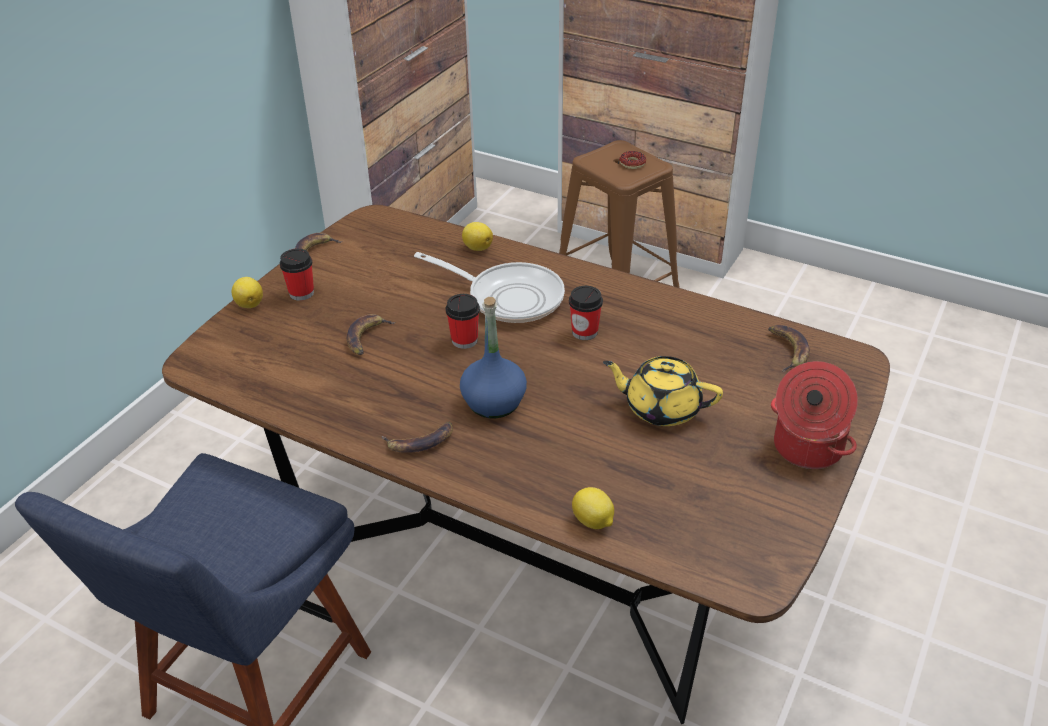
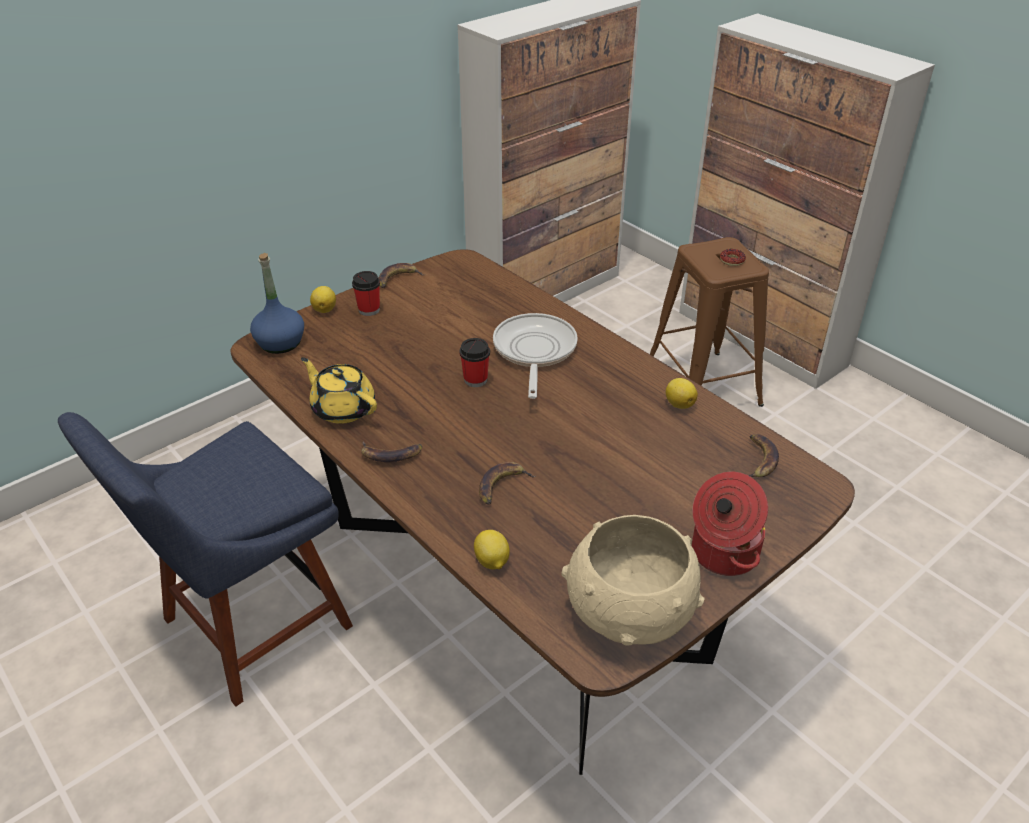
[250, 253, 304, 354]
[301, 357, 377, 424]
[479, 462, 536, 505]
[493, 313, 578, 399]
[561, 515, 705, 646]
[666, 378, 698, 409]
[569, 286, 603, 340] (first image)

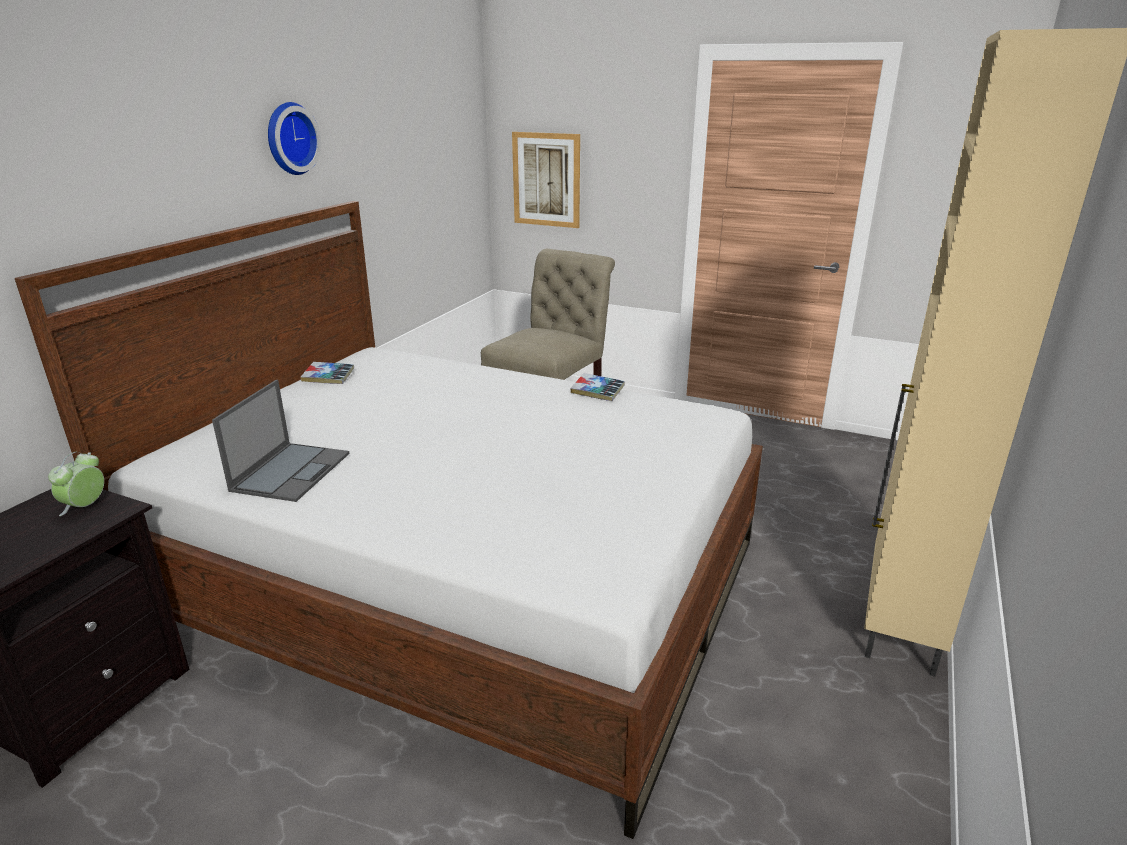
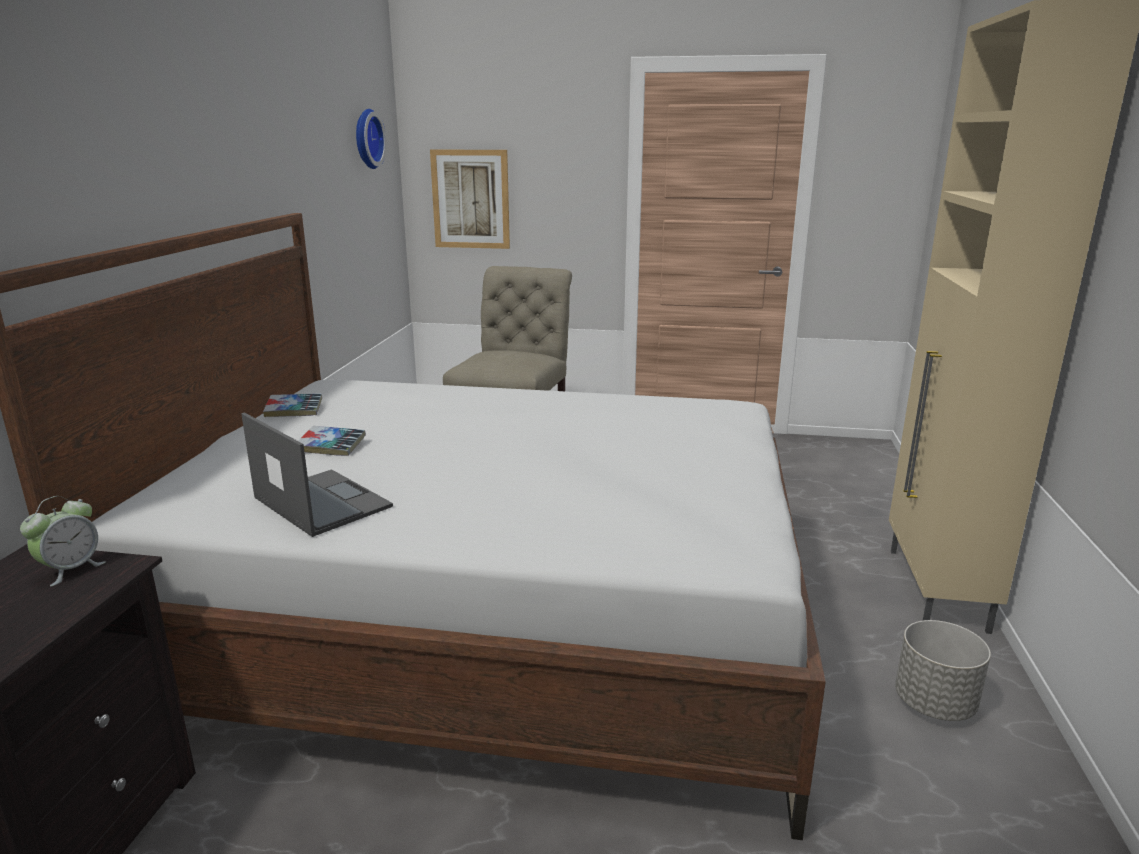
[20, 496, 106, 586]
[241, 412, 393, 537]
[298, 426, 366, 456]
[356, 109, 386, 169]
[895, 620, 991, 721]

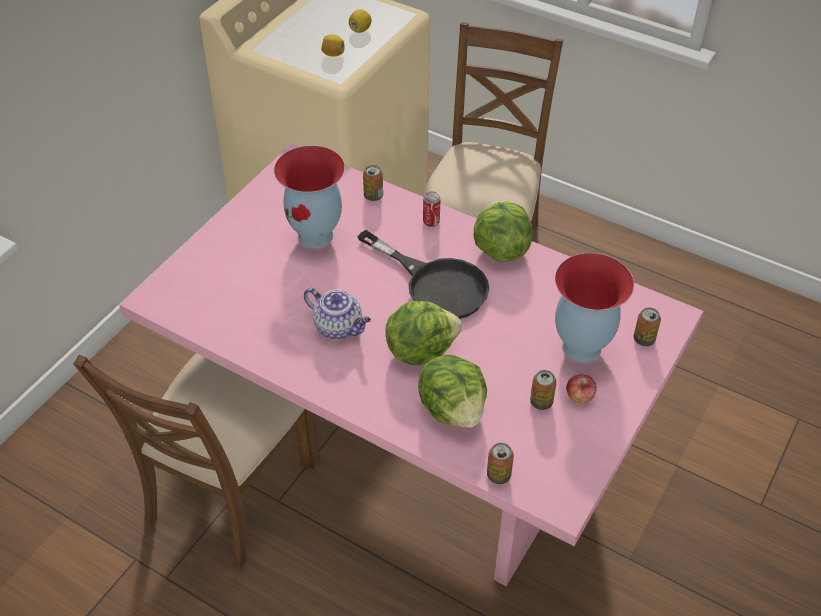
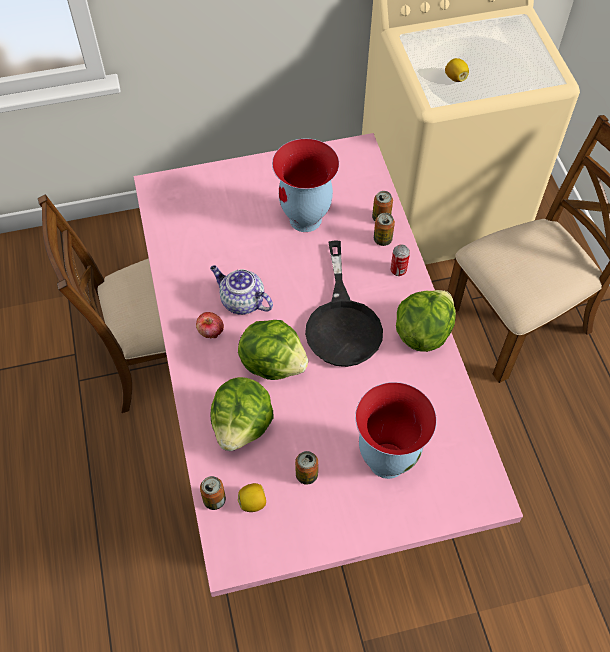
[196, 312, 224, 339]
[210, 265, 273, 315]
[238, 483, 266, 512]
[374, 213, 395, 246]

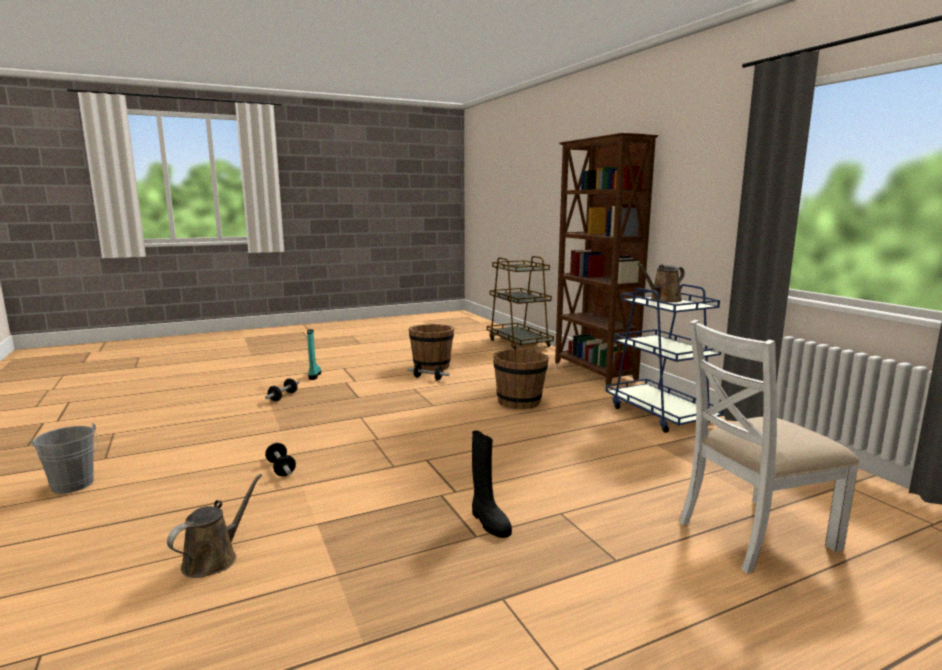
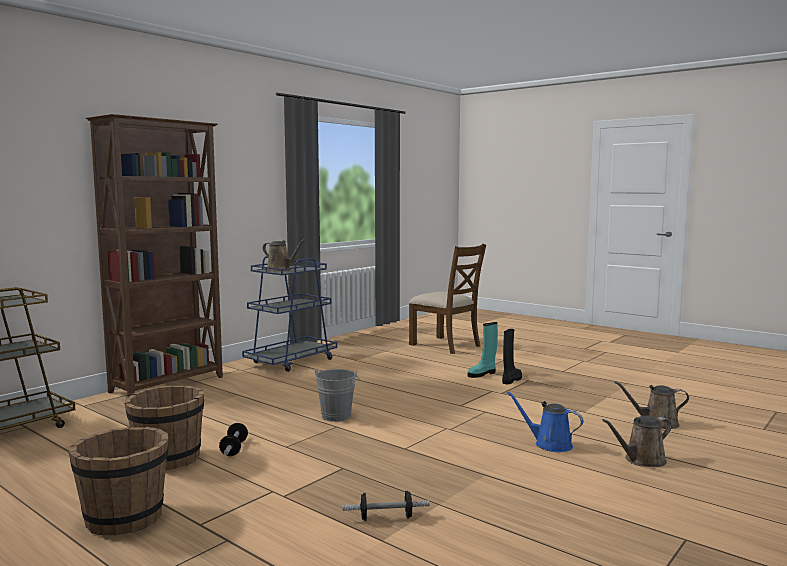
[69, 427, 168, 536]
[315, 369, 357, 422]
[409, 244, 486, 354]
[468, 322, 498, 378]
[507, 391, 584, 452]
[602, 416, 672, 467]

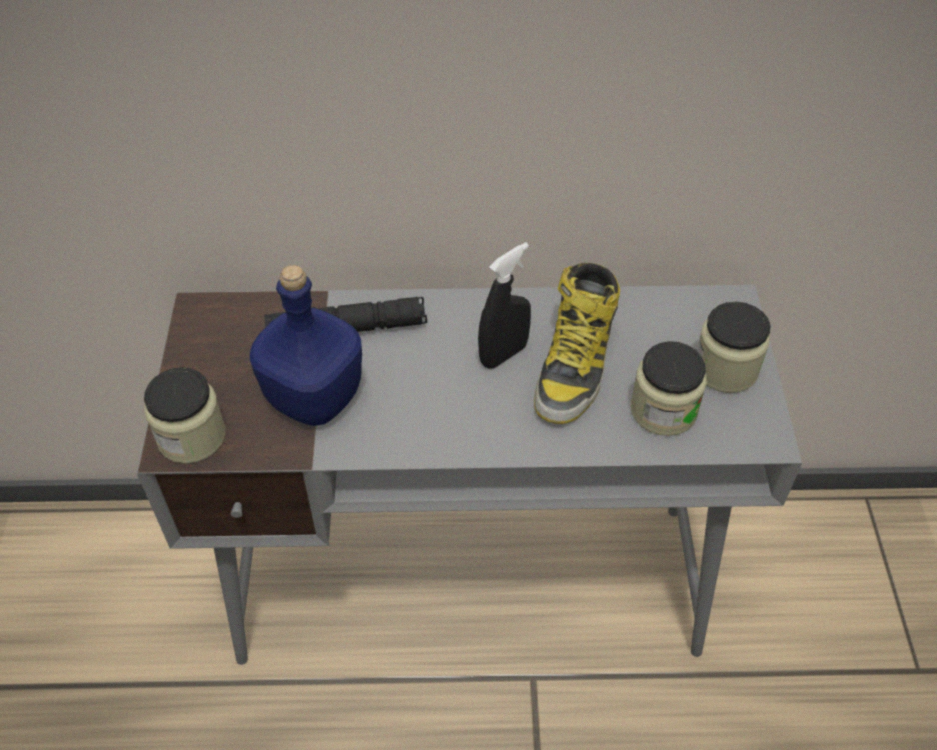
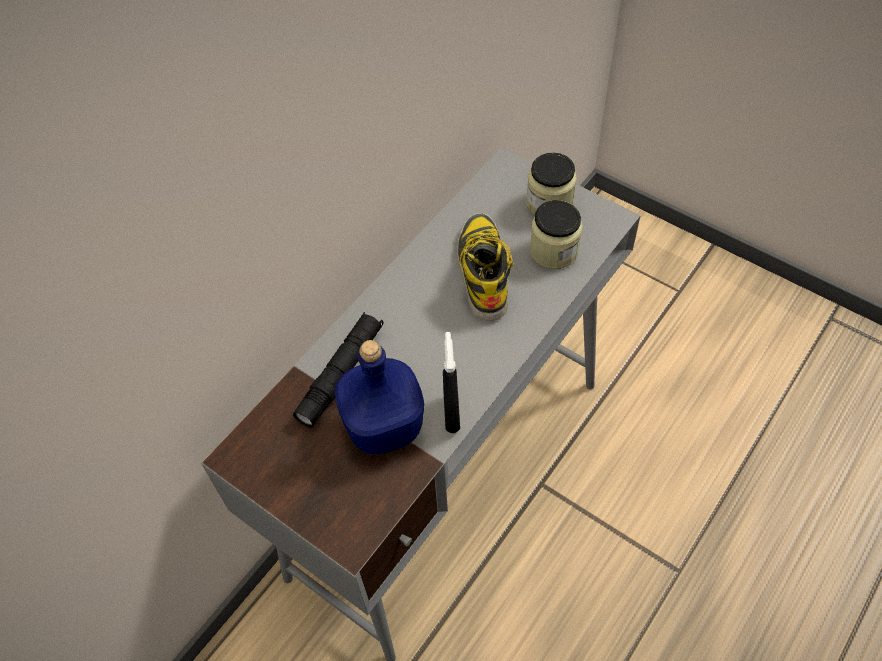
[443, 332, 460, 433]
[457, 213, 513, 321]
[144, 367, 226, 464] (first image)

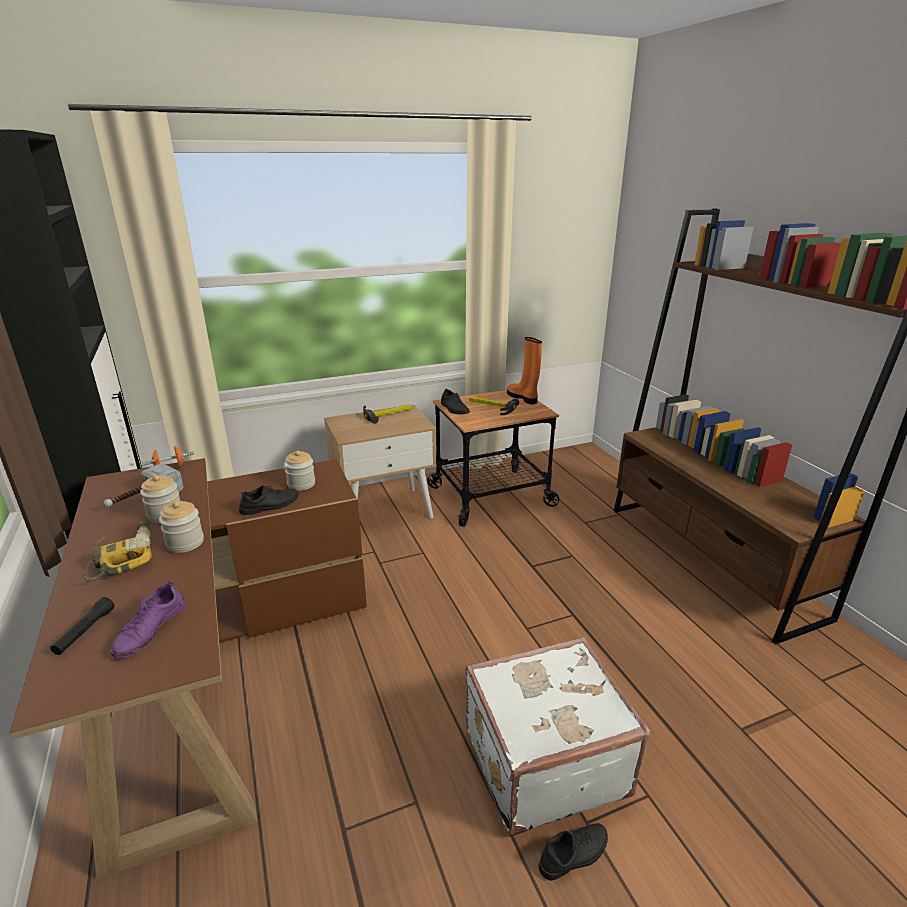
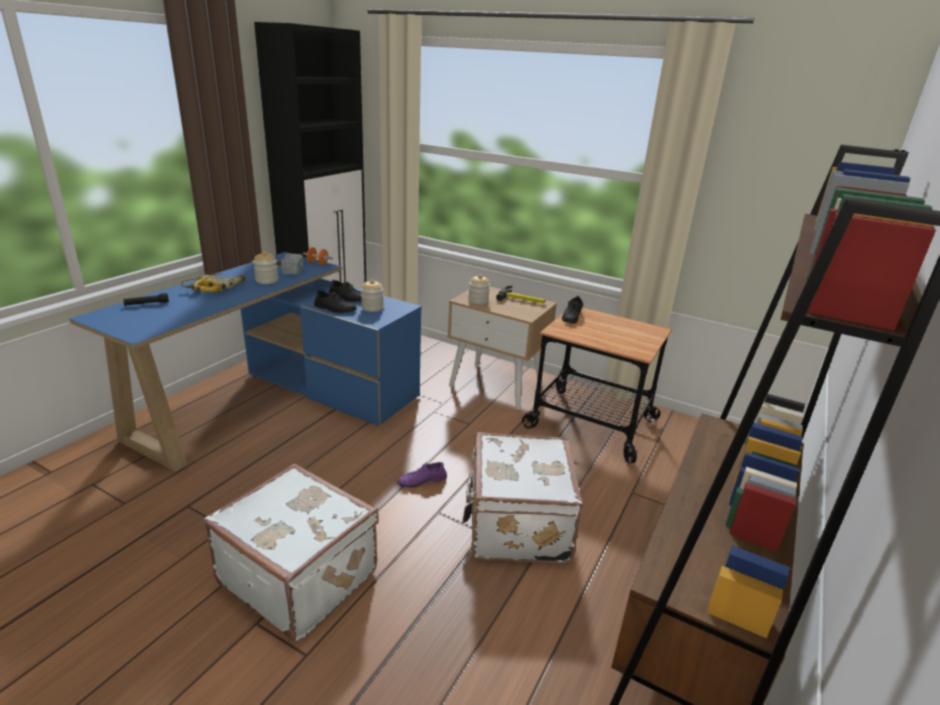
[69, 252, 422, 472]
[329, 280, 361, 302]
[397, 462, 447, 488]
[463, 432, 583, 564]
[468, 275, 490, 305]
[469, 397, 519, 415] (first image)
[507, 337, 542, 404] (first image)

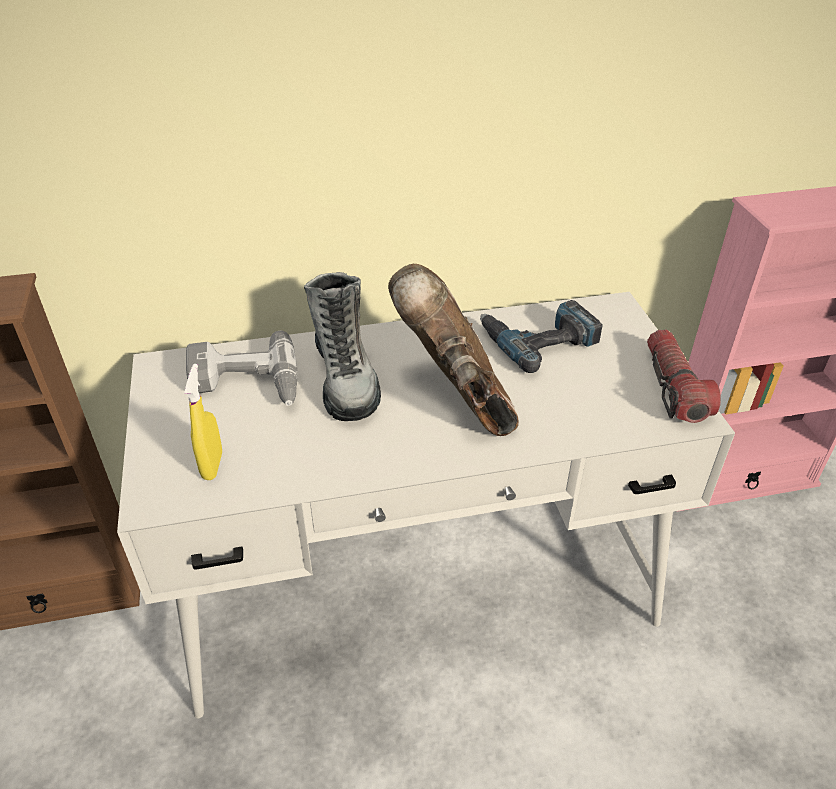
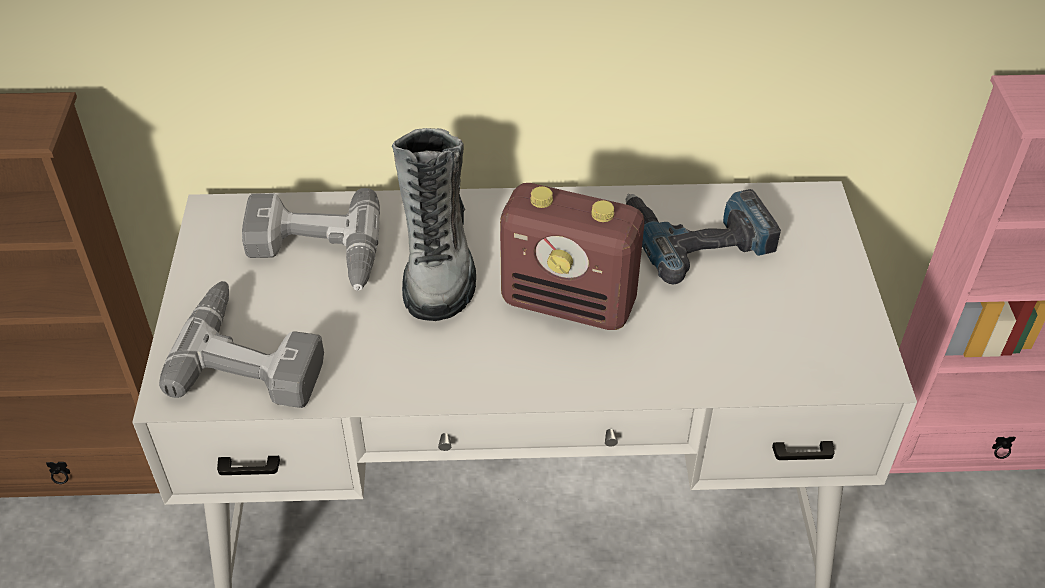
[159, 281, 324, 408]
[500, 183, 644, 330]
[647, 329, 721, 423] (first image)

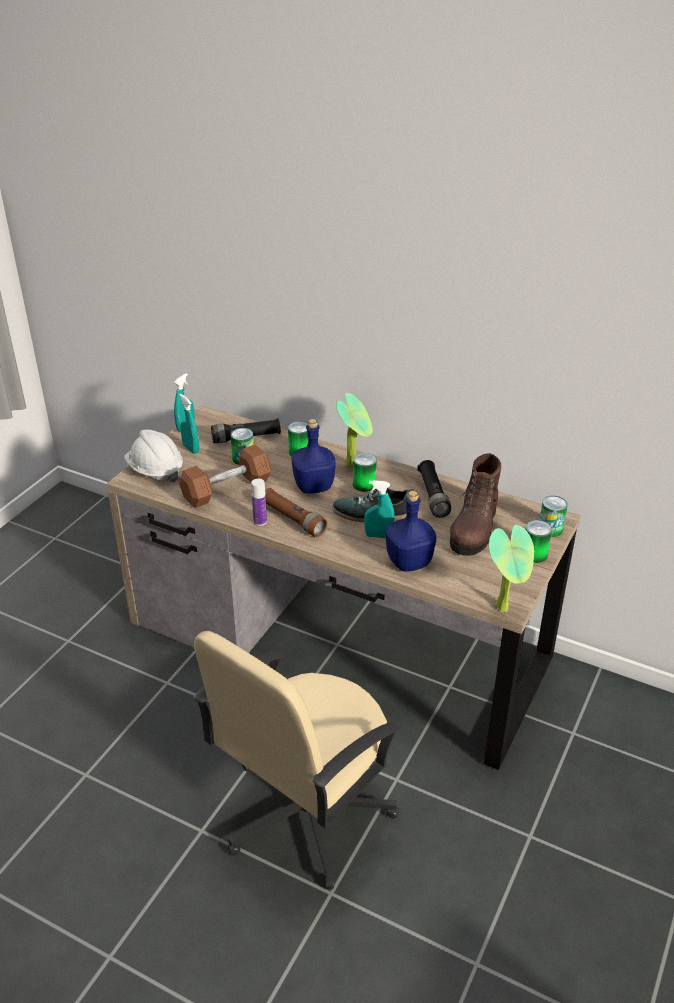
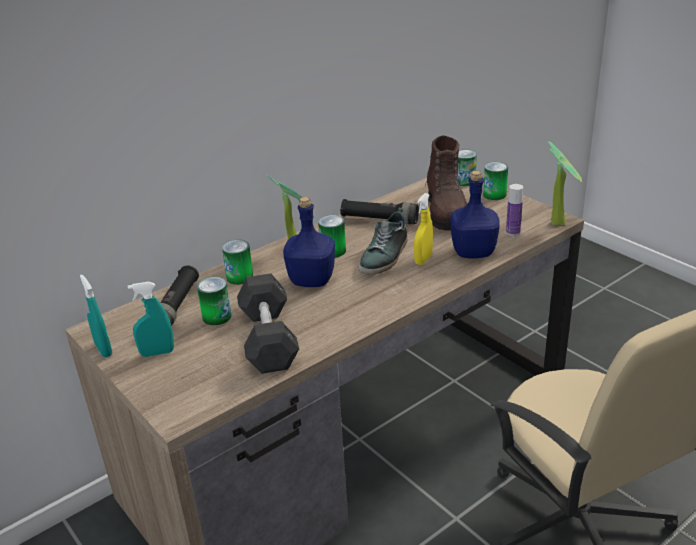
[237, 273, 299, 374]
[414, 193, 433, 265]
[425, 135, 467, 231]
[506, 184, 523, 236]
[124, 430, 183, 482] (first image)
[265, 488, 327, 537] (first image)

